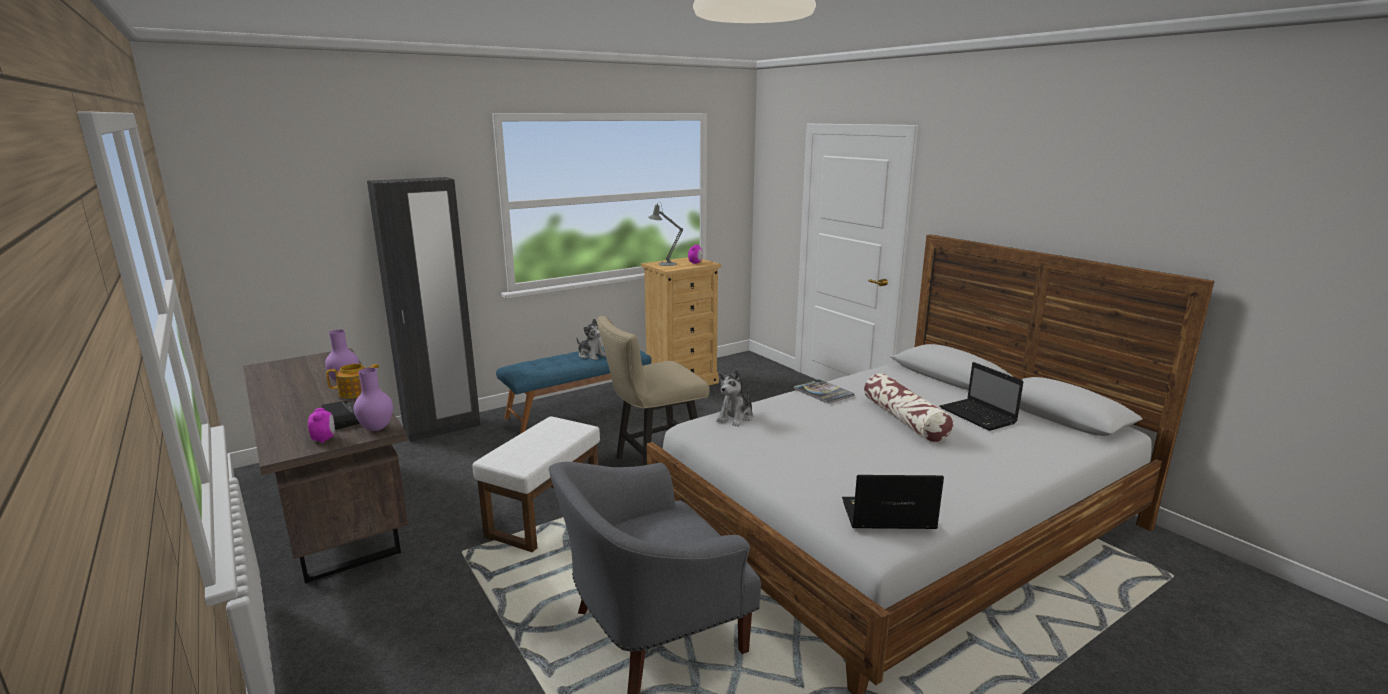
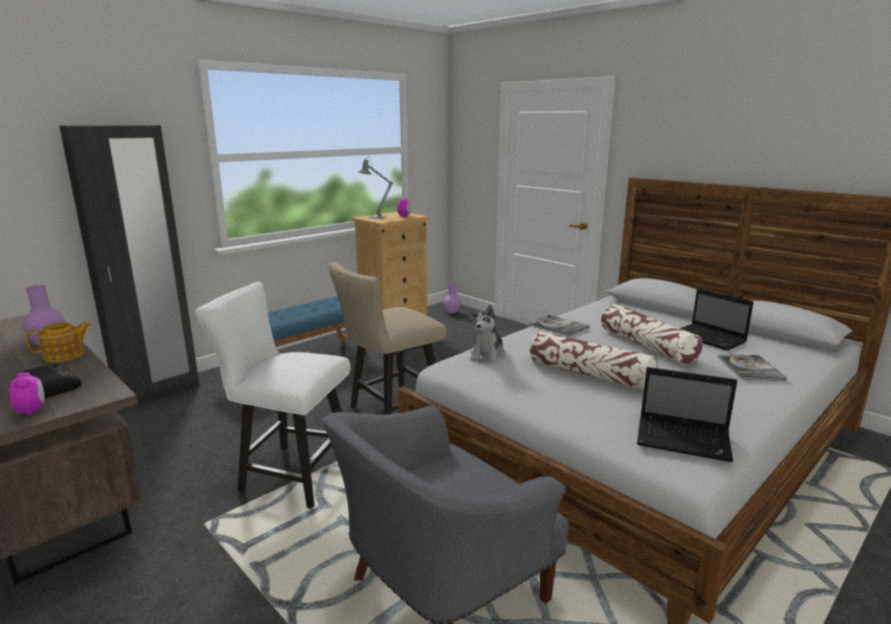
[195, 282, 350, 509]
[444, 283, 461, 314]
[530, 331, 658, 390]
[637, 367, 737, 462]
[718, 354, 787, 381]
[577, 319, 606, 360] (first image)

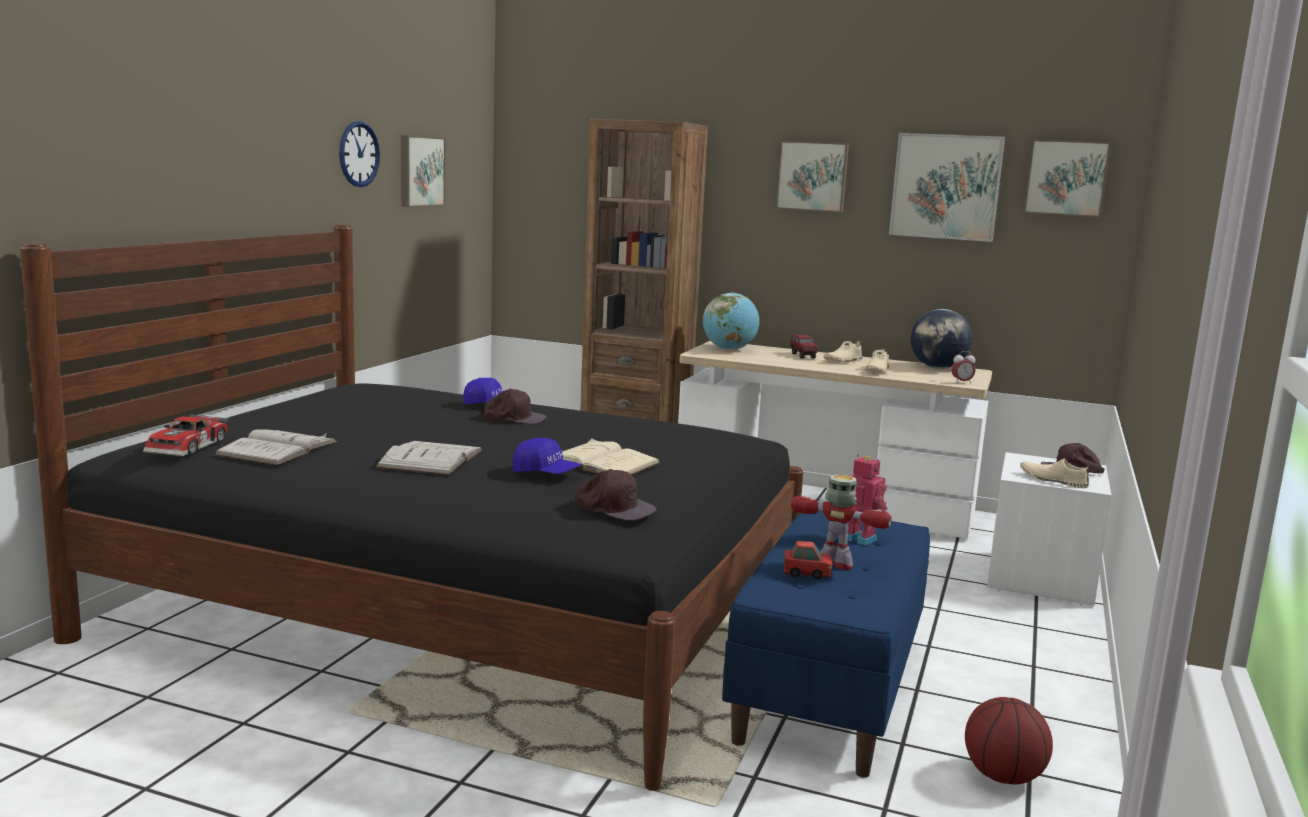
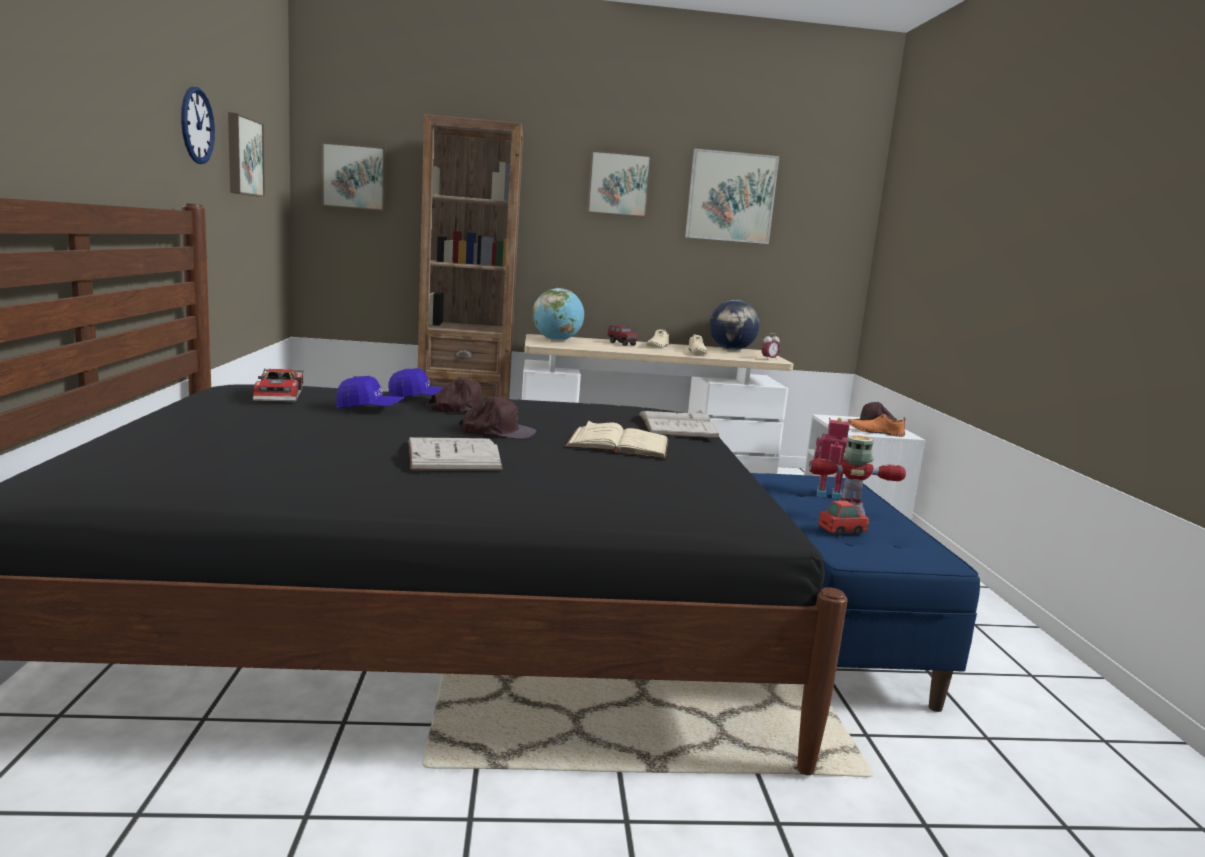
[253, 368, 303, 402]
[321, 142, 386, 211]
[336, 376, 404, 409]
[458, 396, 536, 439]
[639, 410, 720, 438]
[848, 414, 905, 437]
[965, 697, 1053, 784] (first image)

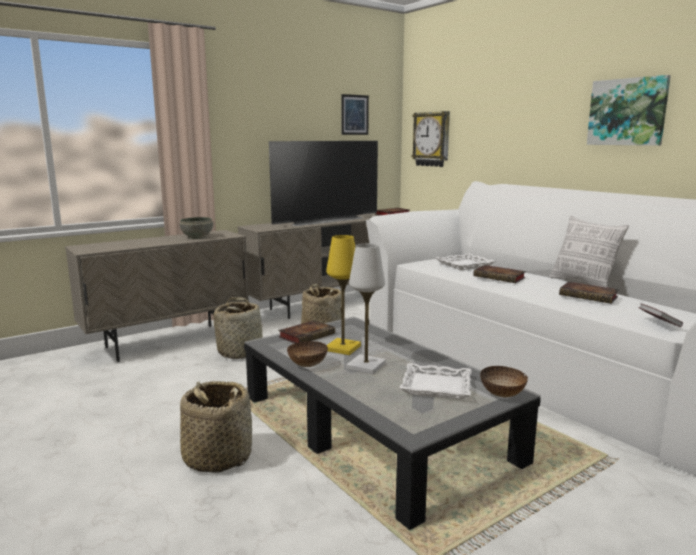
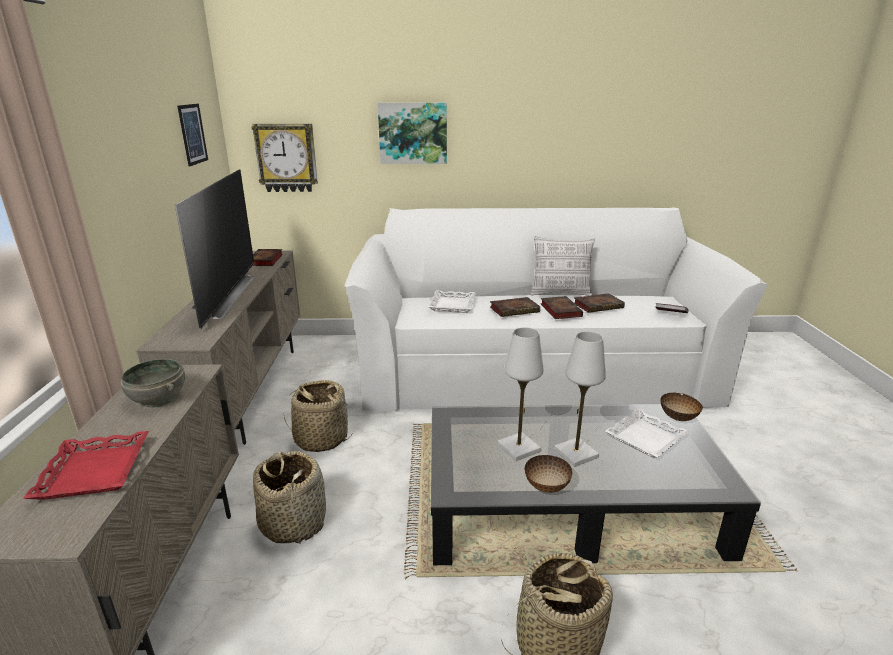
[23, 431, 149, 500]
[378, 103, 447, 164]
[498, 327, 544, 461]
[541, 296, 583, 319]

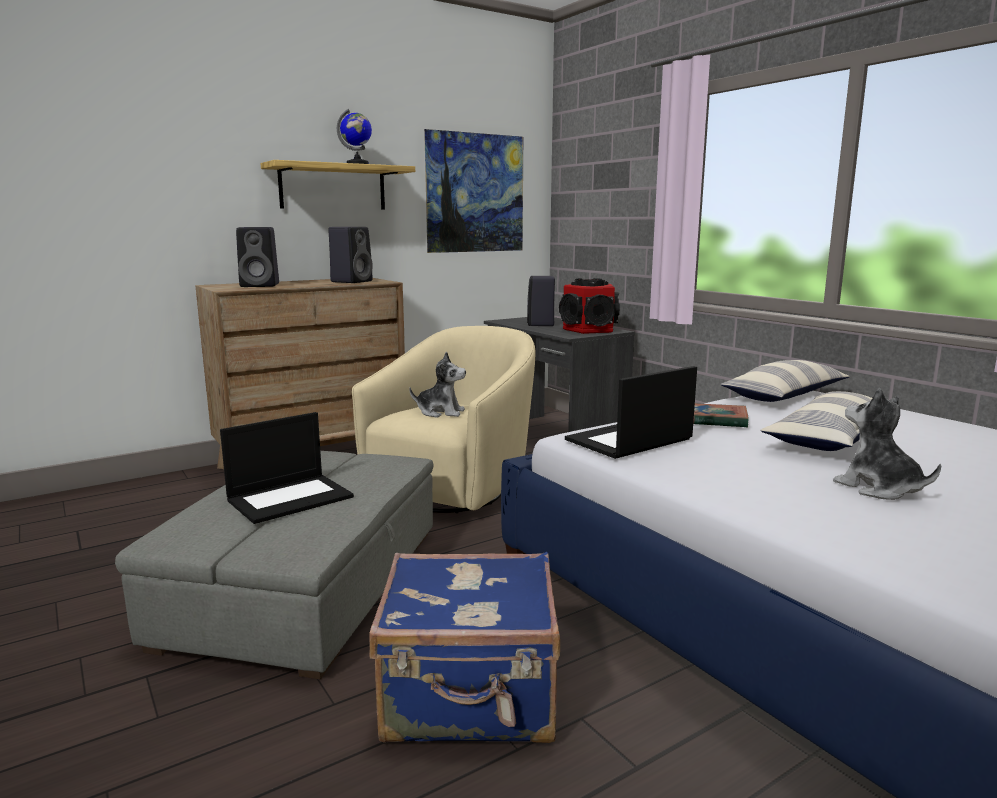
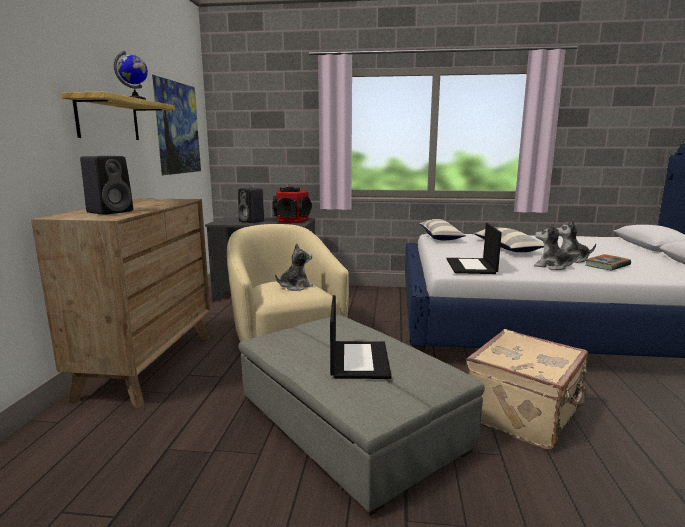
[466, 329, 588, 450]
[534, 223, 581, 270]
[585, 254, 631, 271]
[328, 227, 373, 283] (first image)

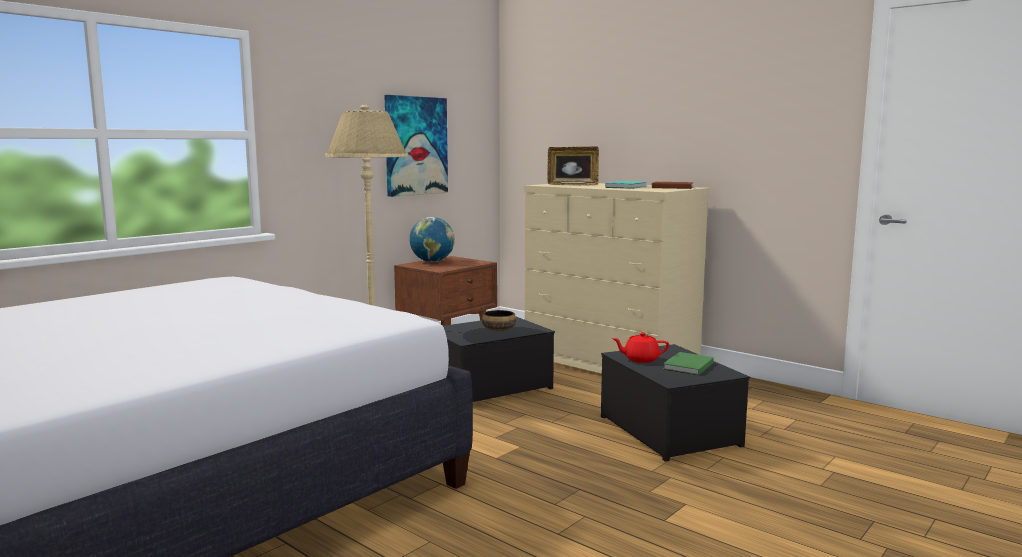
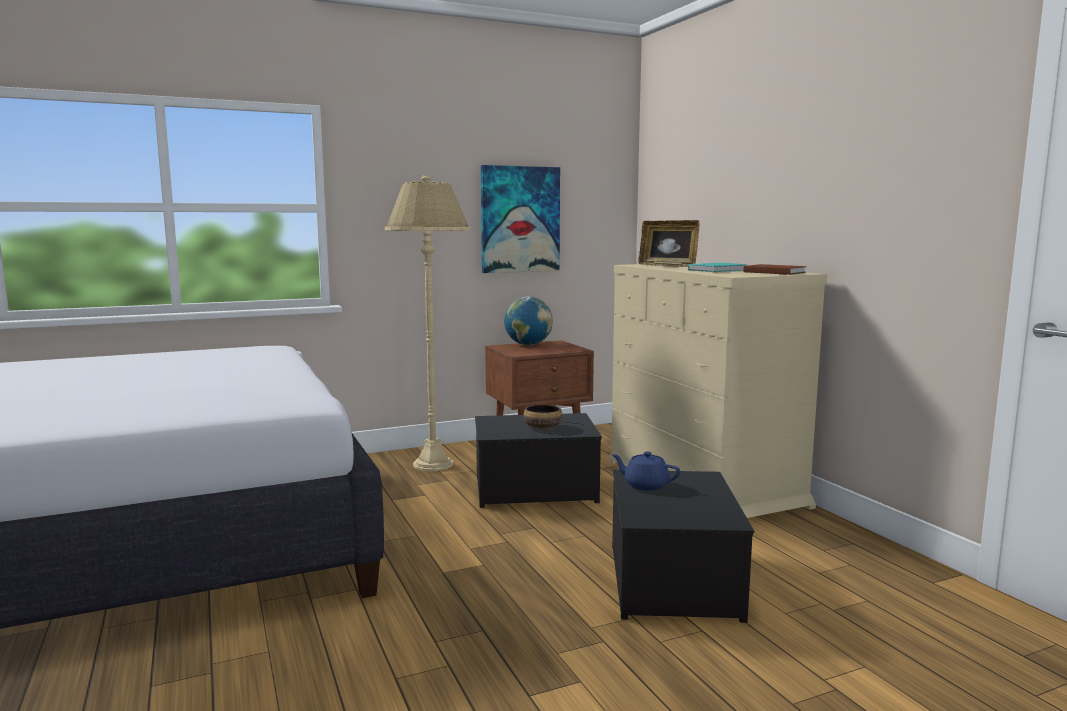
[611, 451, 680, 491]
[663, 352, 714, 375] (first image)

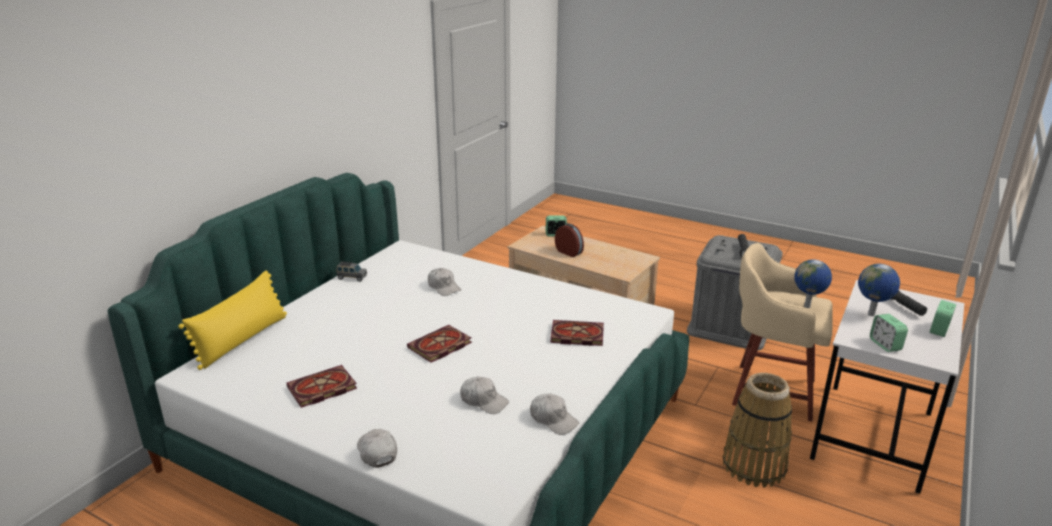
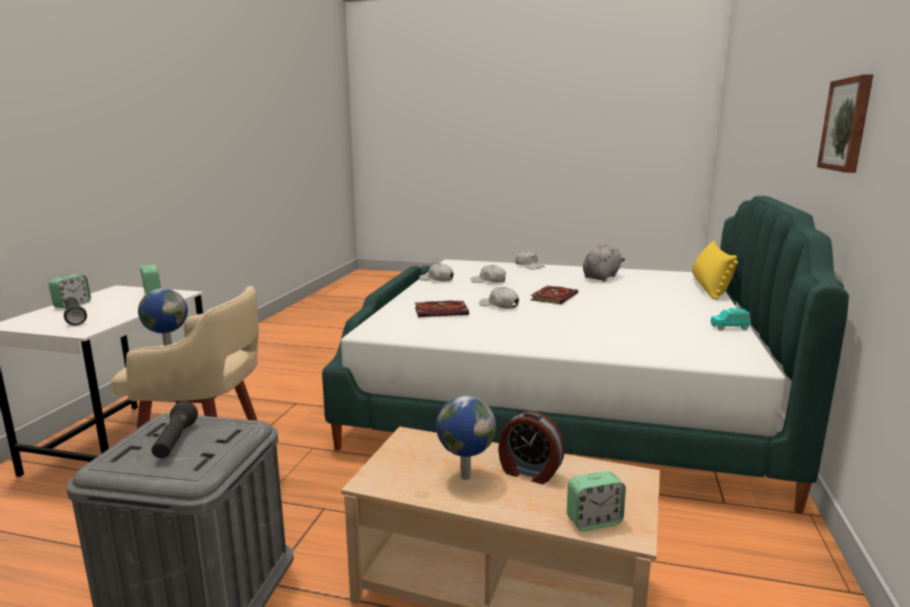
[436, 396, 496, 480]
[479, 287, 519, 309]
[583, 243, 625, 281]
[711, 308, 751, 331]
[817, 74, 874, 173]
[723, 373, 792, 487] (first image)

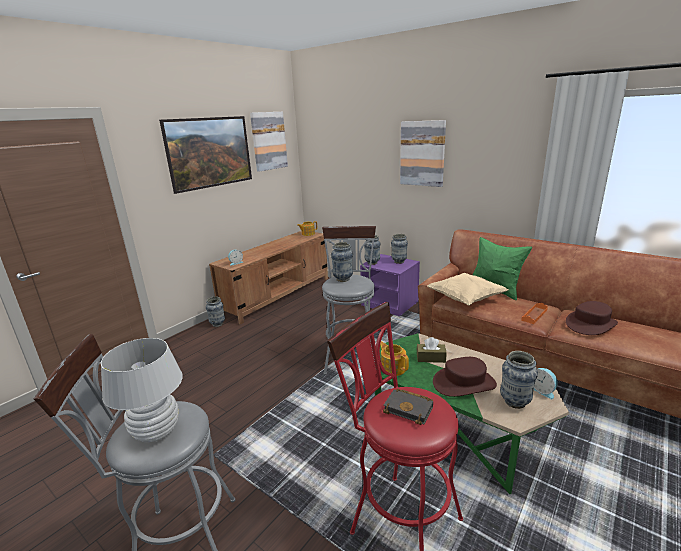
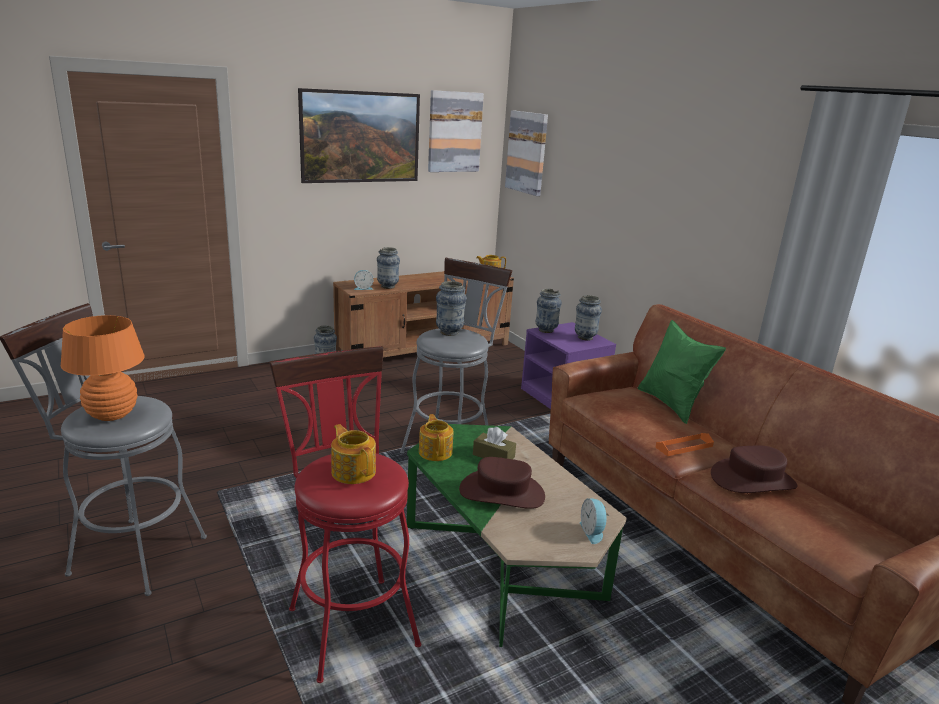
[61, 315, 145, 421]
[331, 424, 376, 484]
[377, 247, 400, 289]
[505, 110, 548, 196]
[427, 273, 508, 306] (first image)

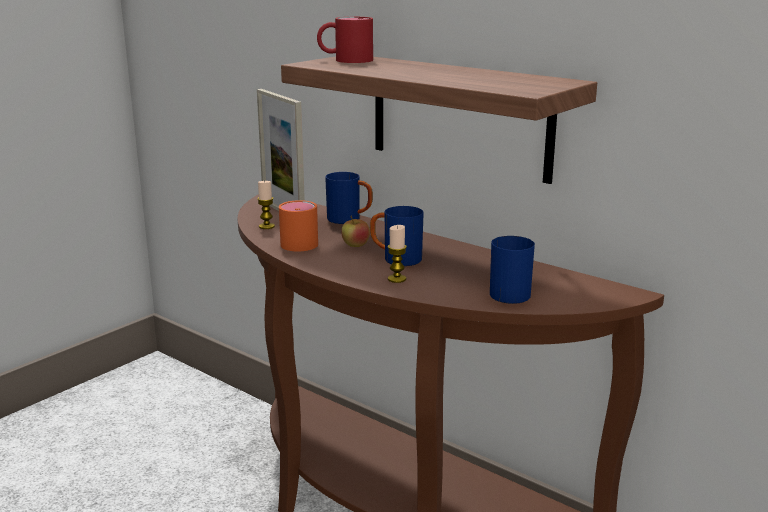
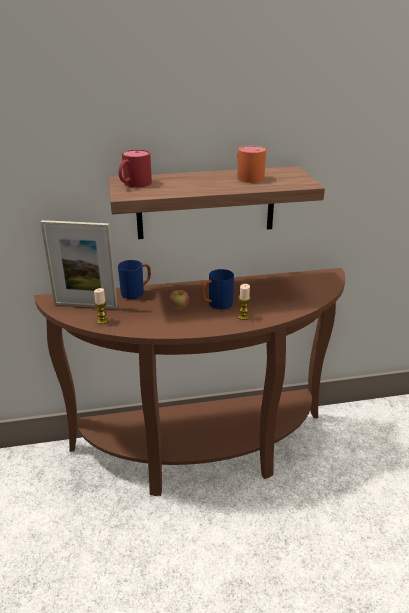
[237, 146, 266, 183]
[490, 236, 535, 304] (first image)

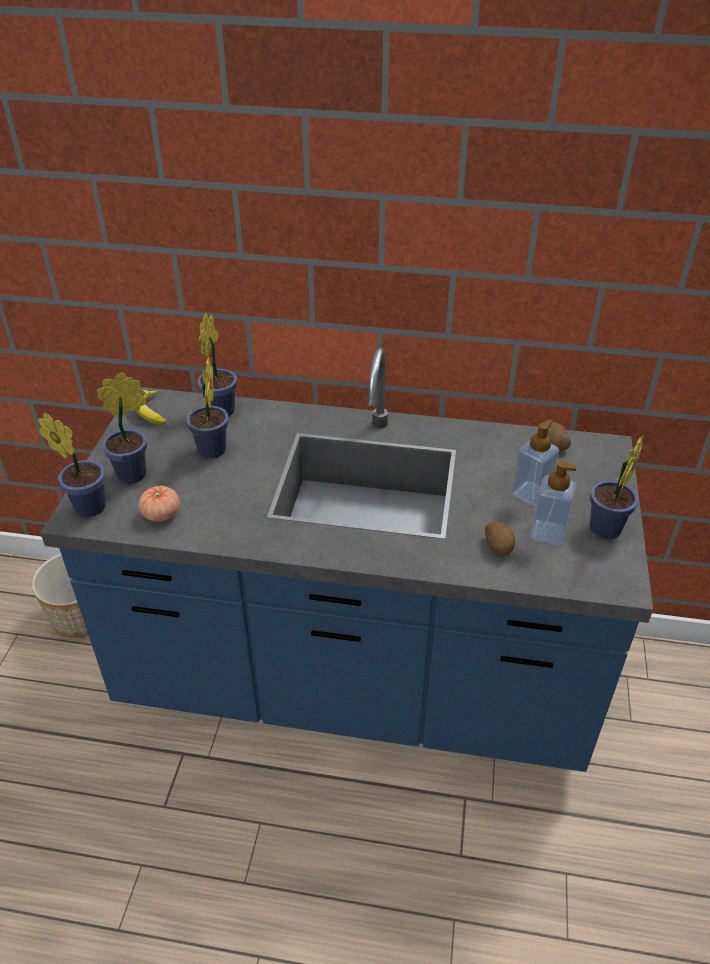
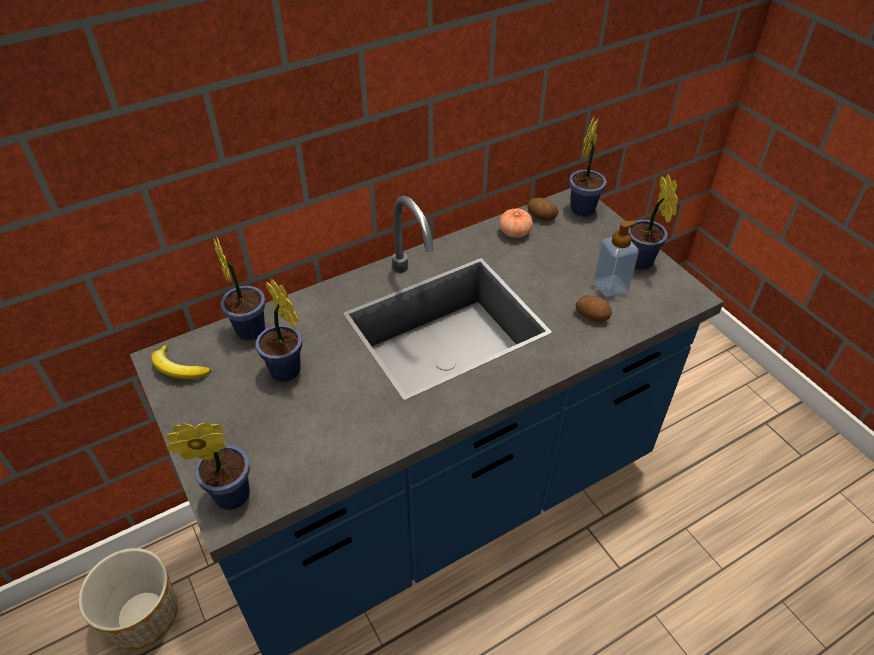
[499, 208, 533, 238]
[569, 117, 607, 217]
[512, 420, 559, 506] (first image)

